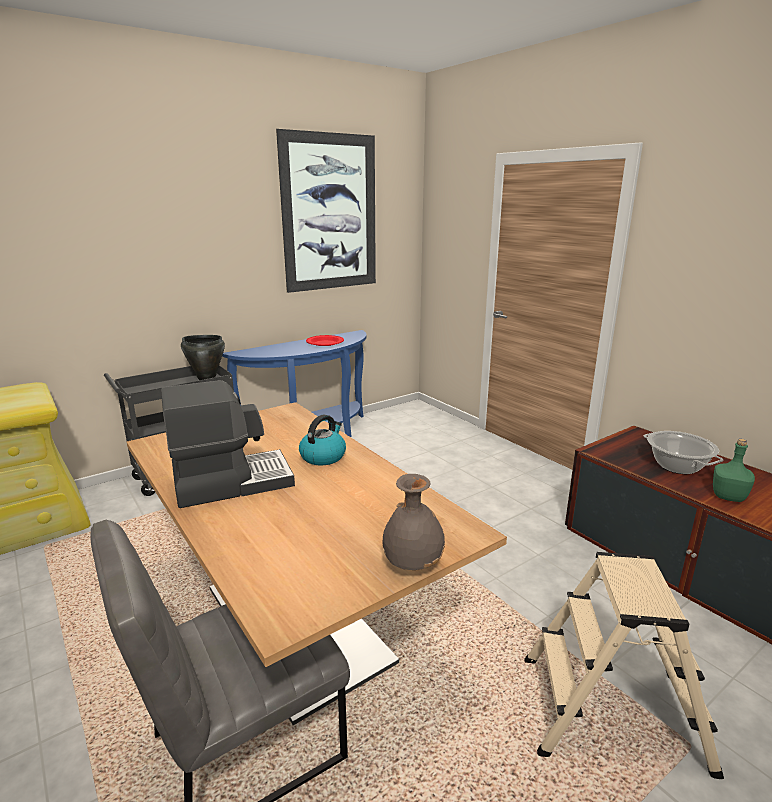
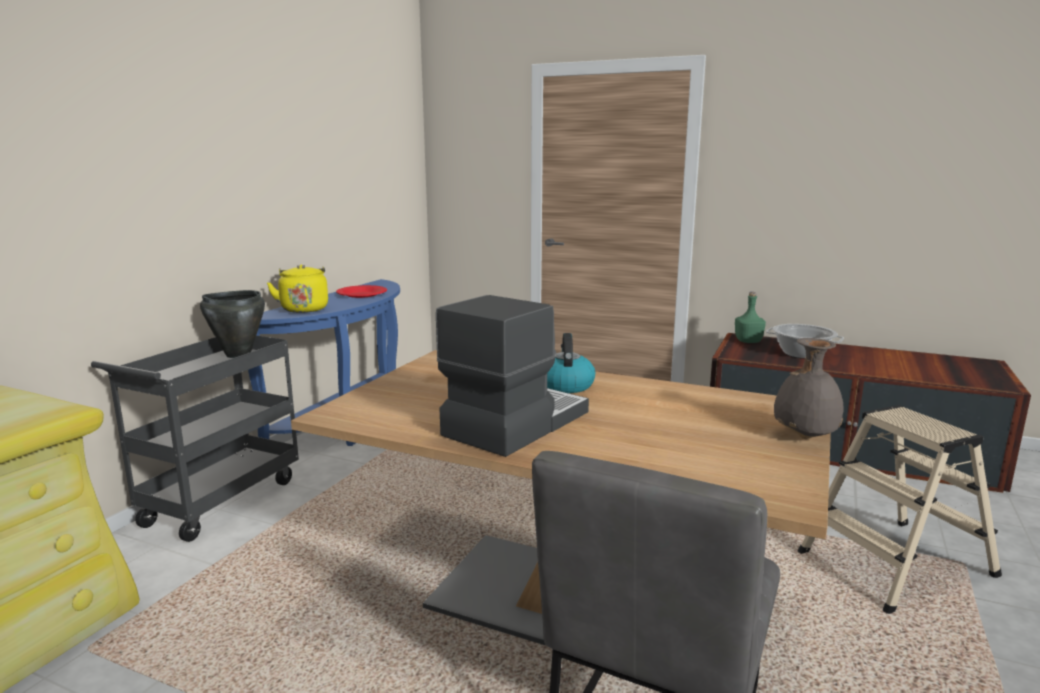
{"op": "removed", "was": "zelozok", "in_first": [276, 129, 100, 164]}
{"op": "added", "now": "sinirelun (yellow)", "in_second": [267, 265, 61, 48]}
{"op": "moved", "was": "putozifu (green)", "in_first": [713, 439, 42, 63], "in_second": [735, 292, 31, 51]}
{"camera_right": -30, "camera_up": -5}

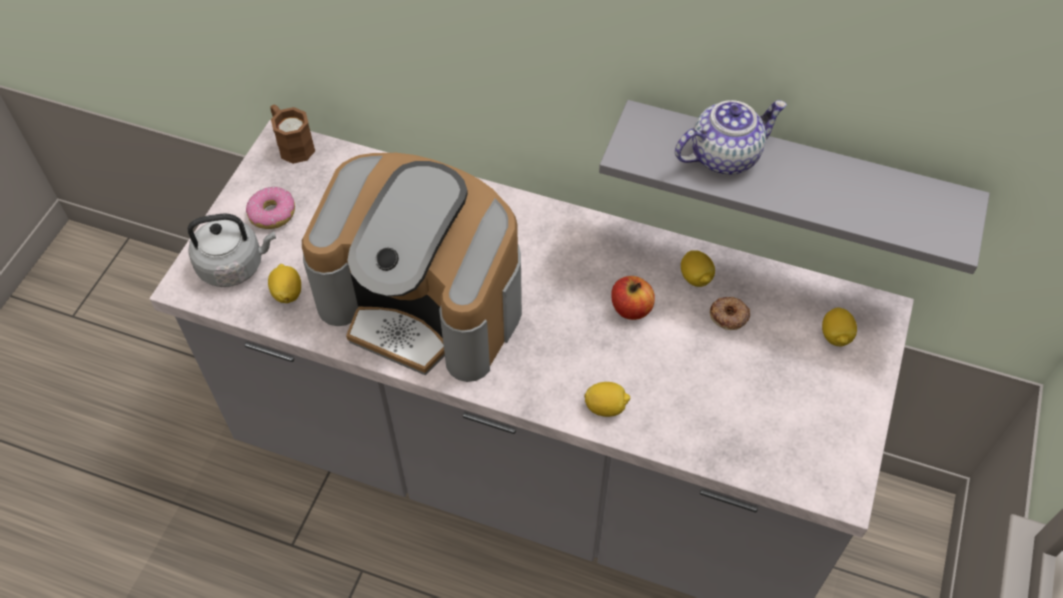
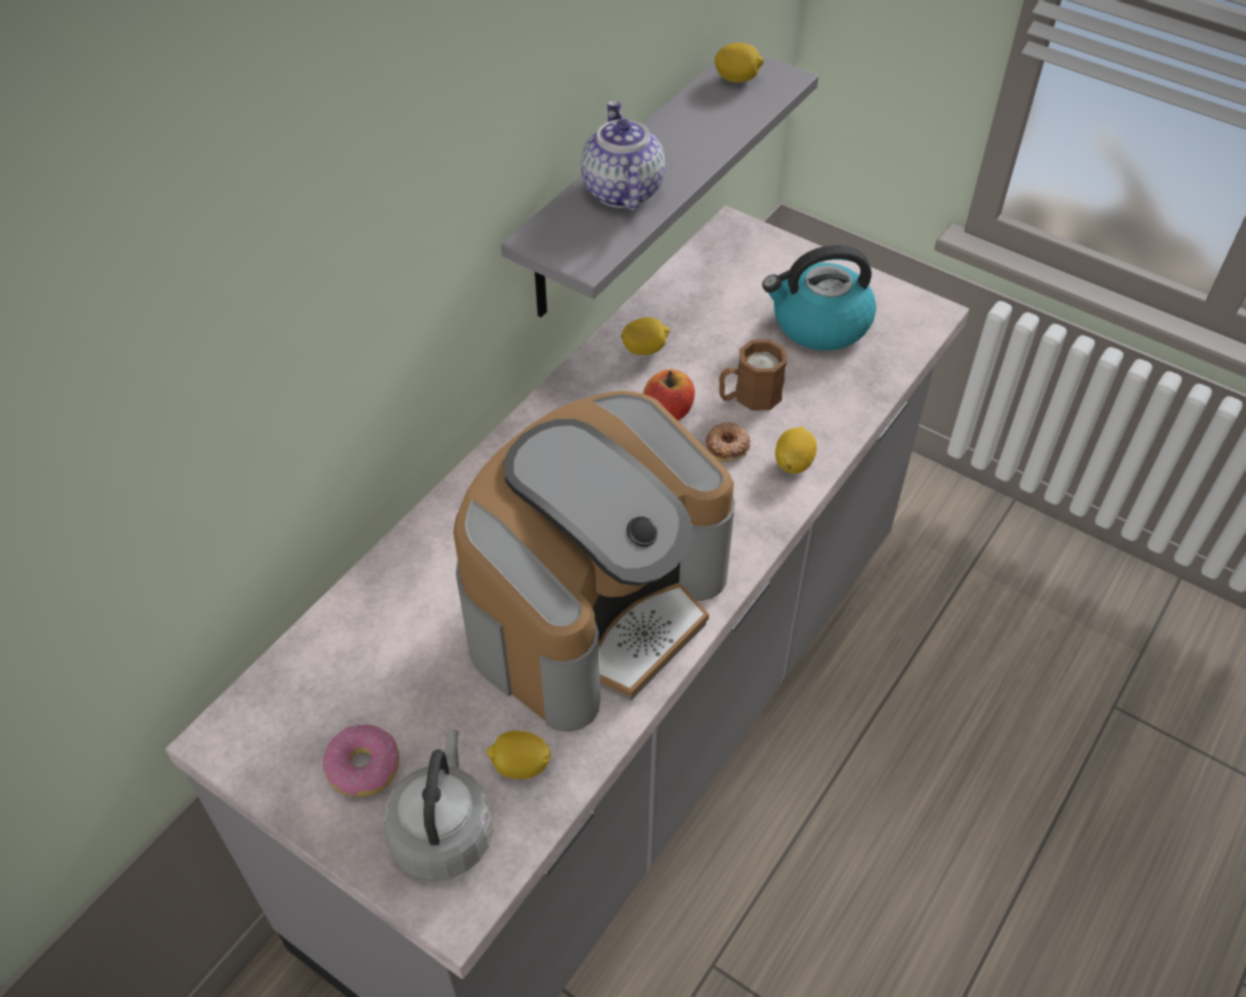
{"op": "added", "now": "sinirelun", "in_second": [762, 245, 114, 106]}
{"op": "moved", "was": "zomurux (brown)", "in_first": [270, 104, 45, 60], "in_second": [719, 339, 68, 72]}
{"op": "moved", "was": "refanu", "in_first": [710, 297, 40, 33], "in_second": [706, 422, 45, 40]}
{"op": "moved", "was": "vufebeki", "in_first": [822, 307, 35, 39], "in_second": [715, 43, 49, 40]}
{"camera_right": -75, "camera_up": -5}

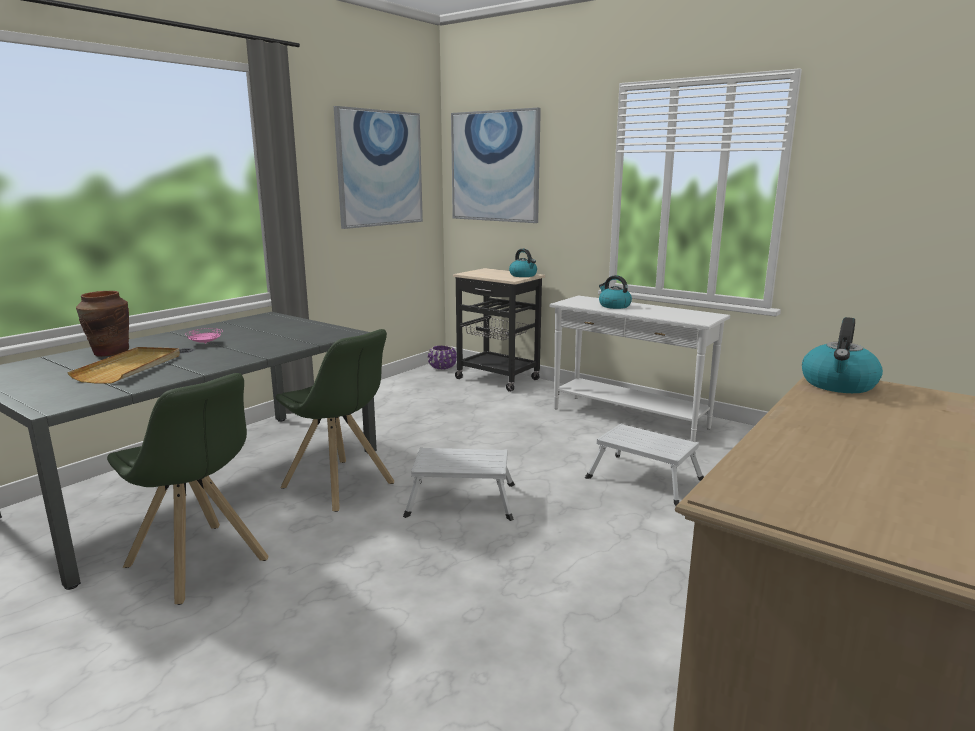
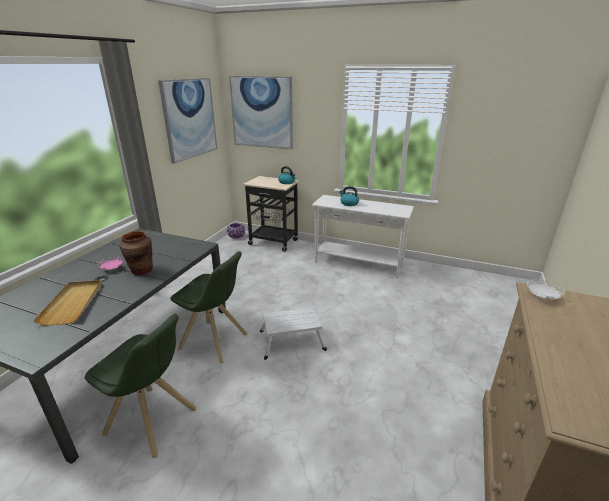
{"op": "removed", "was": "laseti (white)", "in_first": [585, 423, 119, 83]}
{"op": "moved", "was": "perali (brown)", "in_first": [76, 291, 53, 66], "in_second": [119, 231, 34, 44]}
{"op": "replaced", "was": "sinirelun", "now": "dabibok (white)", "in_first": [802, 317, 81, 76], "in_second": [527, 279, 38, 20]}
{"camera_right": -15, "camera_up": 10}

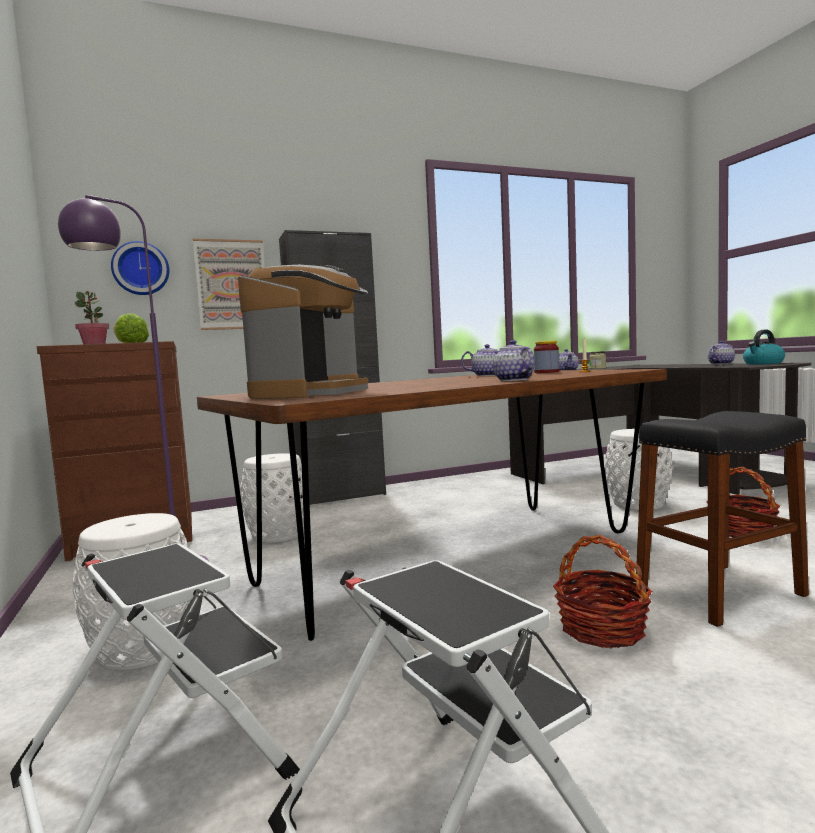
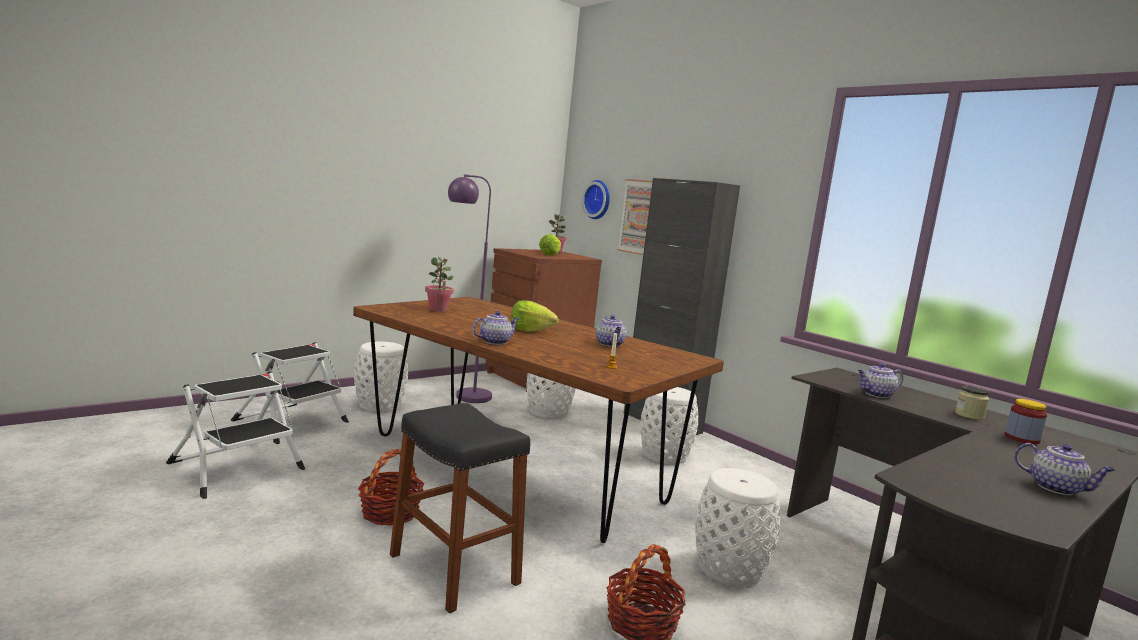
{"op": "removed", "was": "sinirelun", "in_first": [743, 330, 42, 35]}
{"op": "added", "now": "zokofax", "in_second": [510, 300, 49, 32]}
{"op": "added", "now": "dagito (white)", "in_second": [640, 387, 58, 78]}
{"op": "moved", "was": "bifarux", "in_first": [534, 341, 25, 32], "in_second": [1005, 399, 42, 45]}
{"op": "replaced", "was": "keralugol", "now": "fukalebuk", "in_first": [238, 265, 130, 134], "in_second": [425, 257, 29, 55]}
{"camera_right": 70, "camera_up": 5}

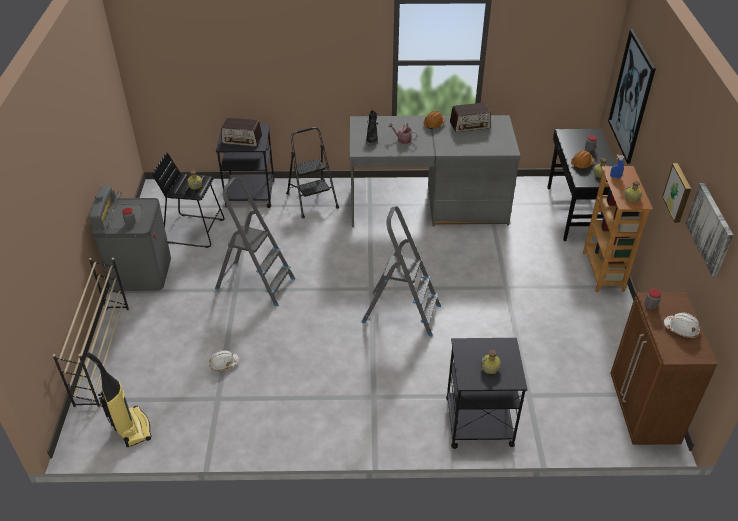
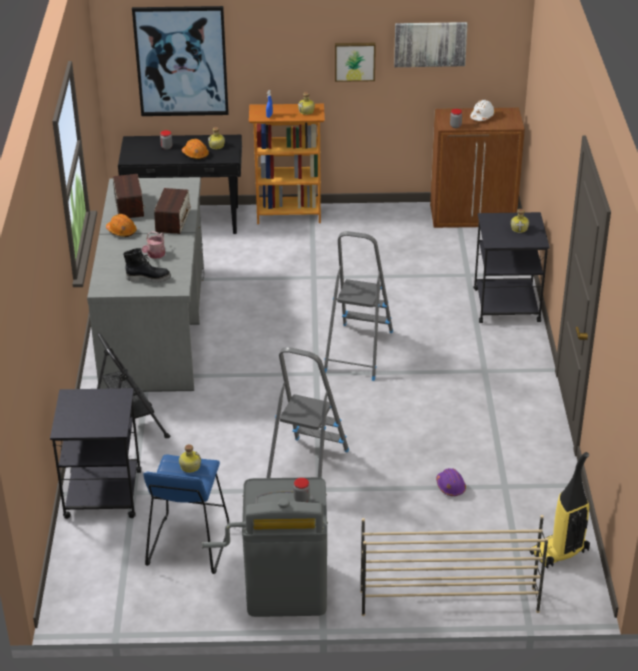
{"op": "moved", "was": "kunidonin", "in_first": [221, 118, 41, 29], "in_second": [154, 188, 37, 46]}
{"op": "recoloured", "was": "dagito (black)", "now": "dagito (blue)", "in_first": [152, 152, 72, 96], "in_second": [143, 454, 86, 120]}
{"op": "recoloured", "was": "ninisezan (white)", "now": "ninisezan (purple)", "in_first": [209, 350, 30, 21], "in_second": [436, 468, 30, 28]}
{"camera_right": -90, "camera_up": -5}

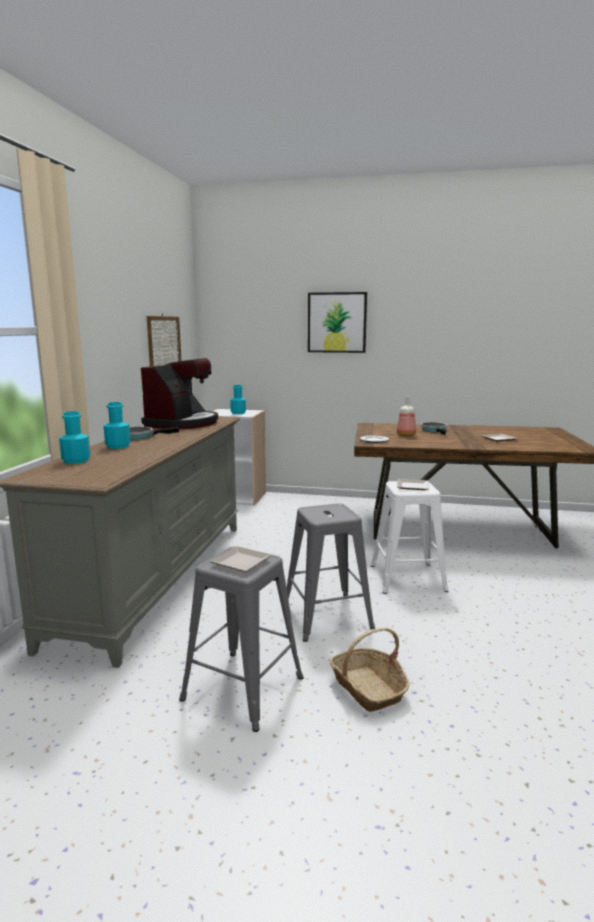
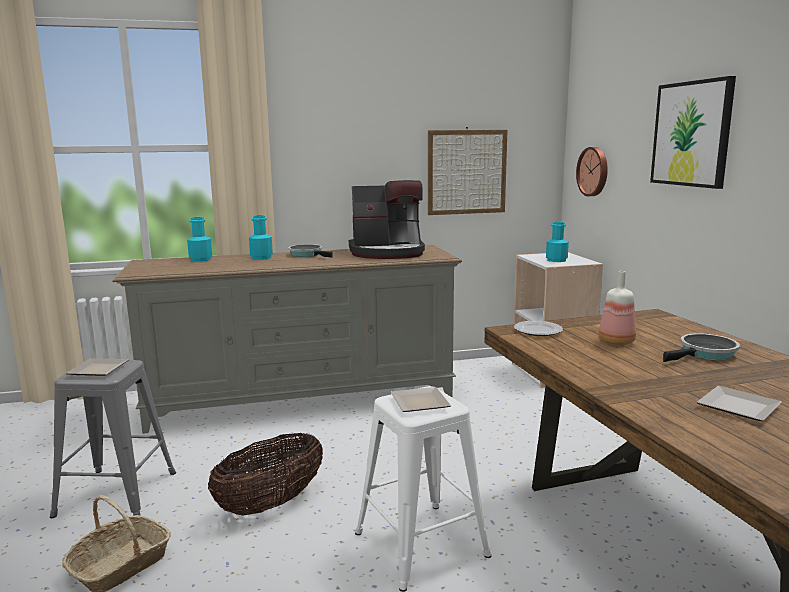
{"op": "added", "now": "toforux", "in_second": [576, 147, 32, 49]}
{"op": "replaced", "was": "dagito (grey)", "now": "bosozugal", "in_first": [287, 503, 88, 139], "in_second": [208, 433, 115, 83]}
{"camera_right": 65, "camera_up": 0}

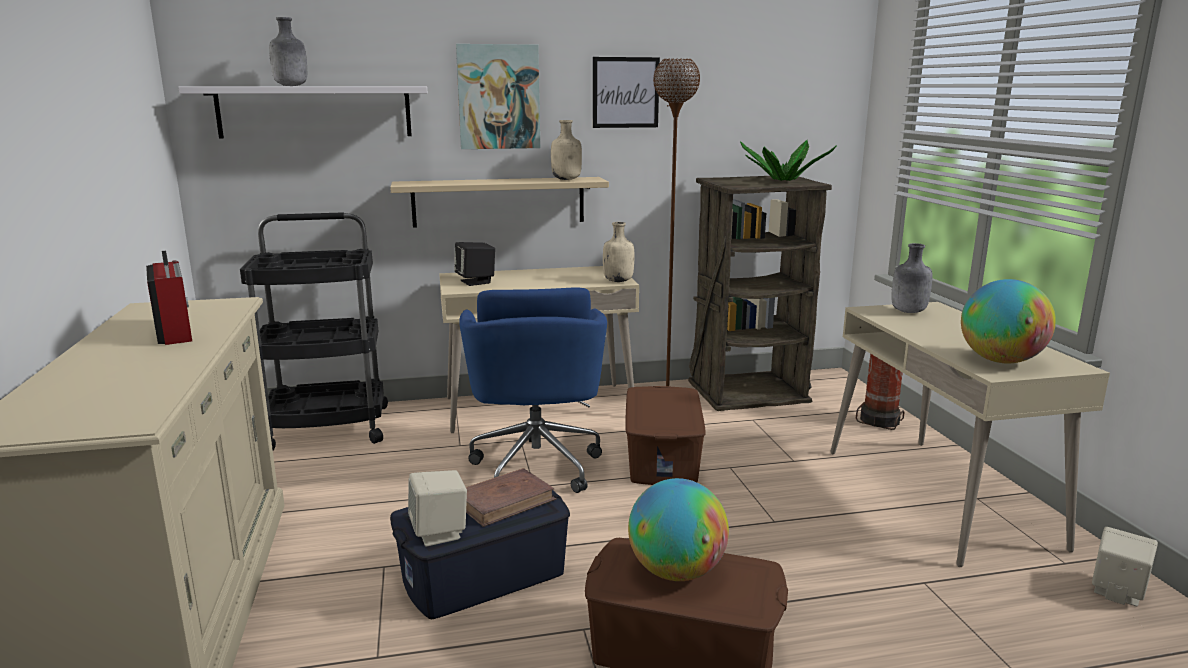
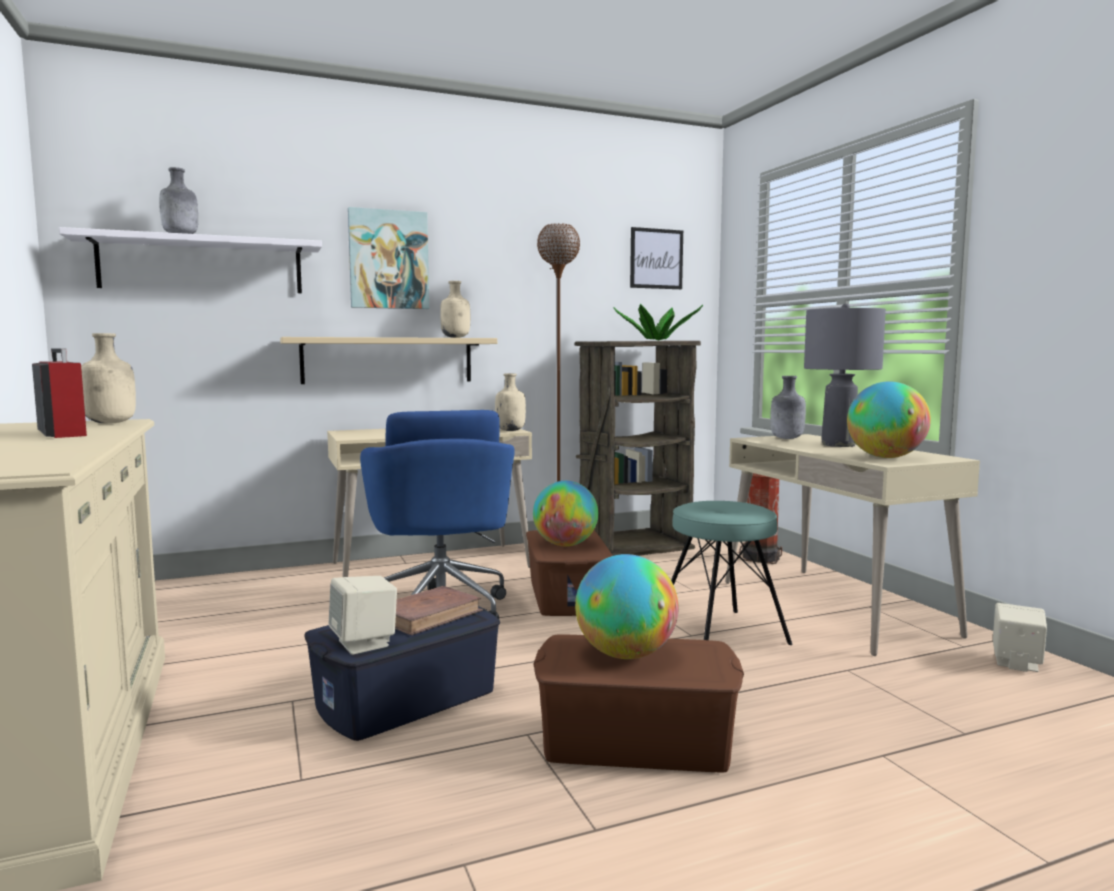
{"op": "removed", "was": "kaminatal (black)", "in_first": [240, 212, 148, 238]}
{"op": "removed", "was": "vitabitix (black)", "in_first": [454, 242, 41, 44]}
{"op": "added", "now": "putozifu (beige)", "in_second": [81, 333, 55, 91]}
{"op": "added", "now": "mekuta", "in_second": [533, 481, 65, 65]}
{"op": "added", "now": "dagito (turquoise)", "in_second": [671, 501, 122, 144]}
{"op": "added", "now": "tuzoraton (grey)", "in_second": [804, 304, 82, 143]}
{"op": "moved", "was": "zelozok", "in_first": [593, 57, 67, 71], "in_second": [630, 227, 53, 62]}
{"camera_right": -10, "camera_up": -10}

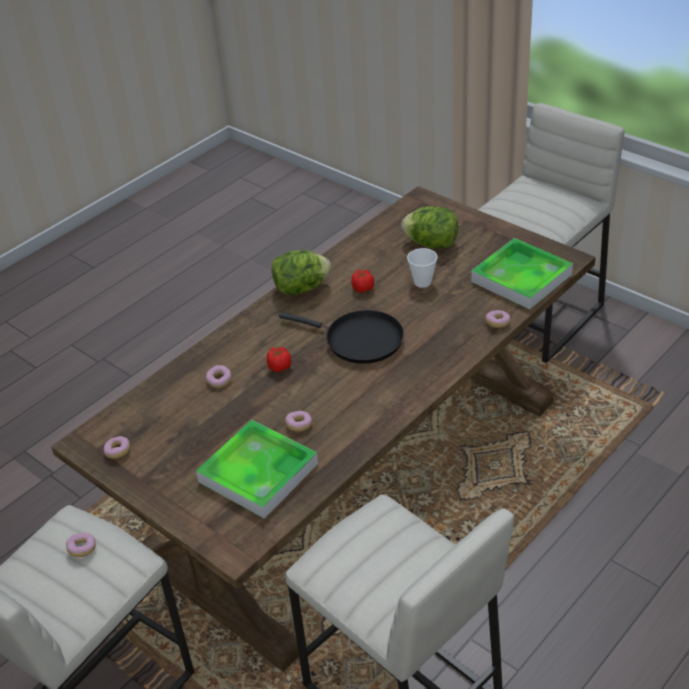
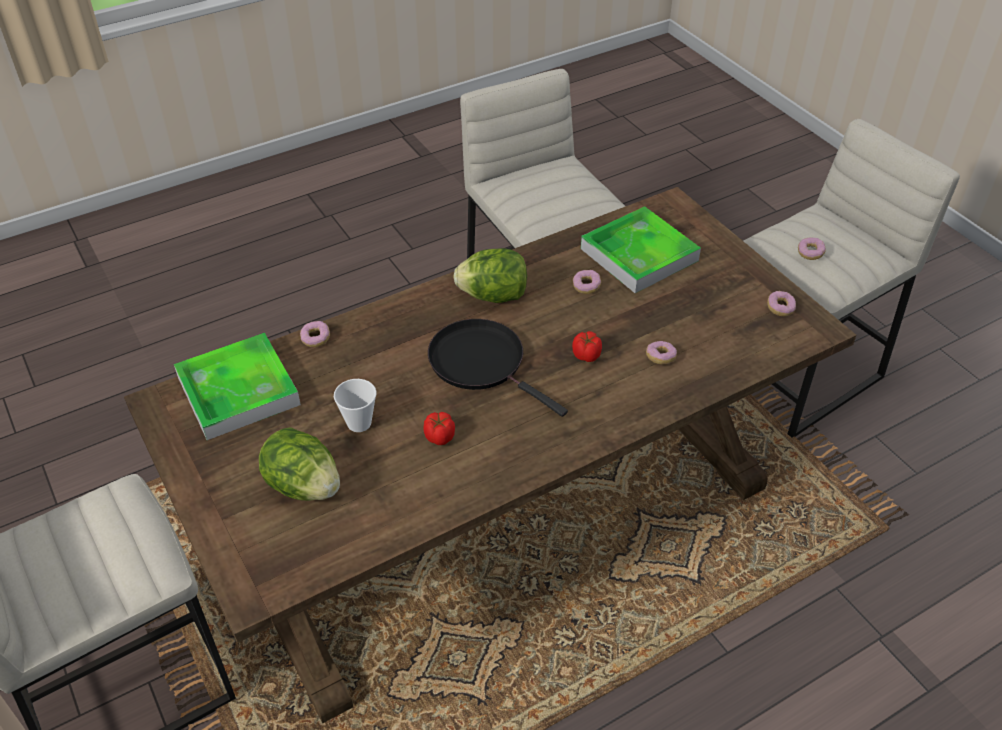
{"op": "moved", "was": "zokofax", "in_first": [272, 250, 59, 45], "in_second": [453, 248, 74, 55]}
{"camera_right": -165, "camera_up": 5}

